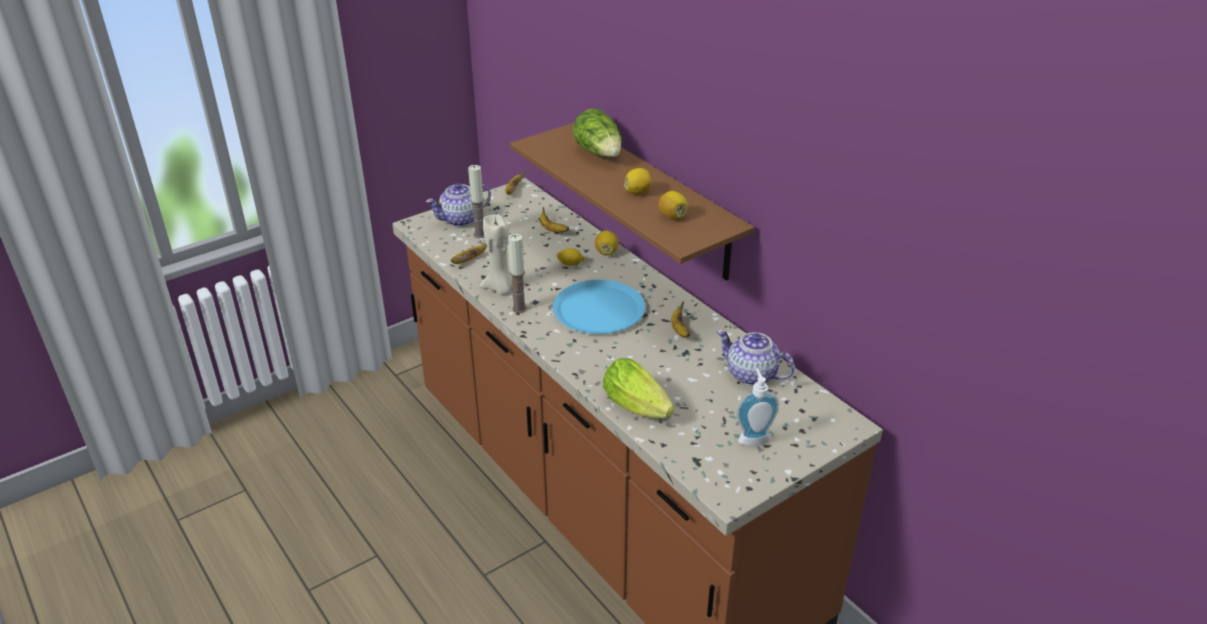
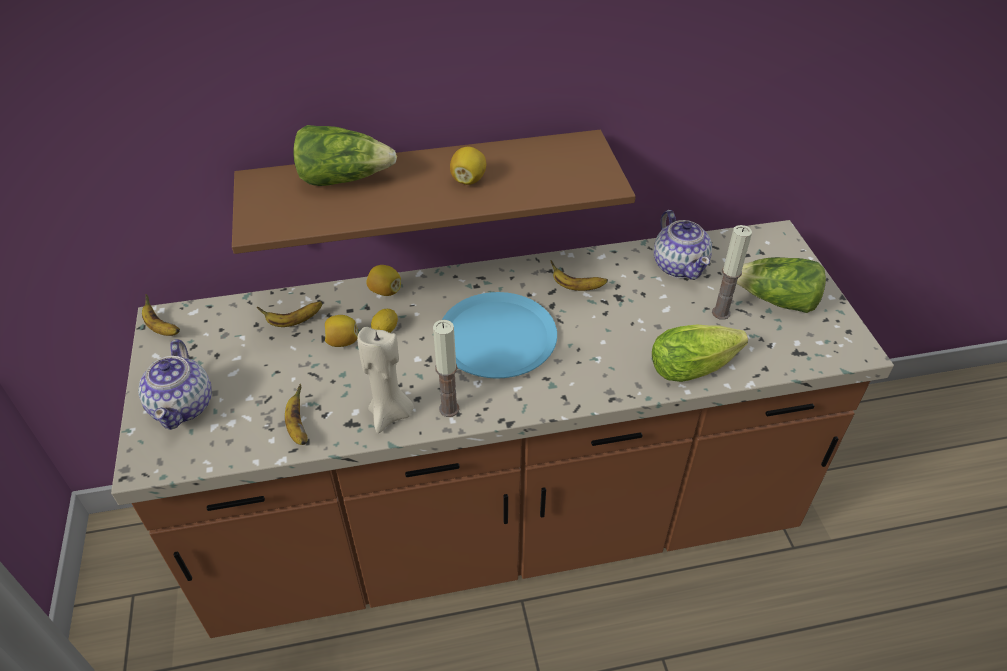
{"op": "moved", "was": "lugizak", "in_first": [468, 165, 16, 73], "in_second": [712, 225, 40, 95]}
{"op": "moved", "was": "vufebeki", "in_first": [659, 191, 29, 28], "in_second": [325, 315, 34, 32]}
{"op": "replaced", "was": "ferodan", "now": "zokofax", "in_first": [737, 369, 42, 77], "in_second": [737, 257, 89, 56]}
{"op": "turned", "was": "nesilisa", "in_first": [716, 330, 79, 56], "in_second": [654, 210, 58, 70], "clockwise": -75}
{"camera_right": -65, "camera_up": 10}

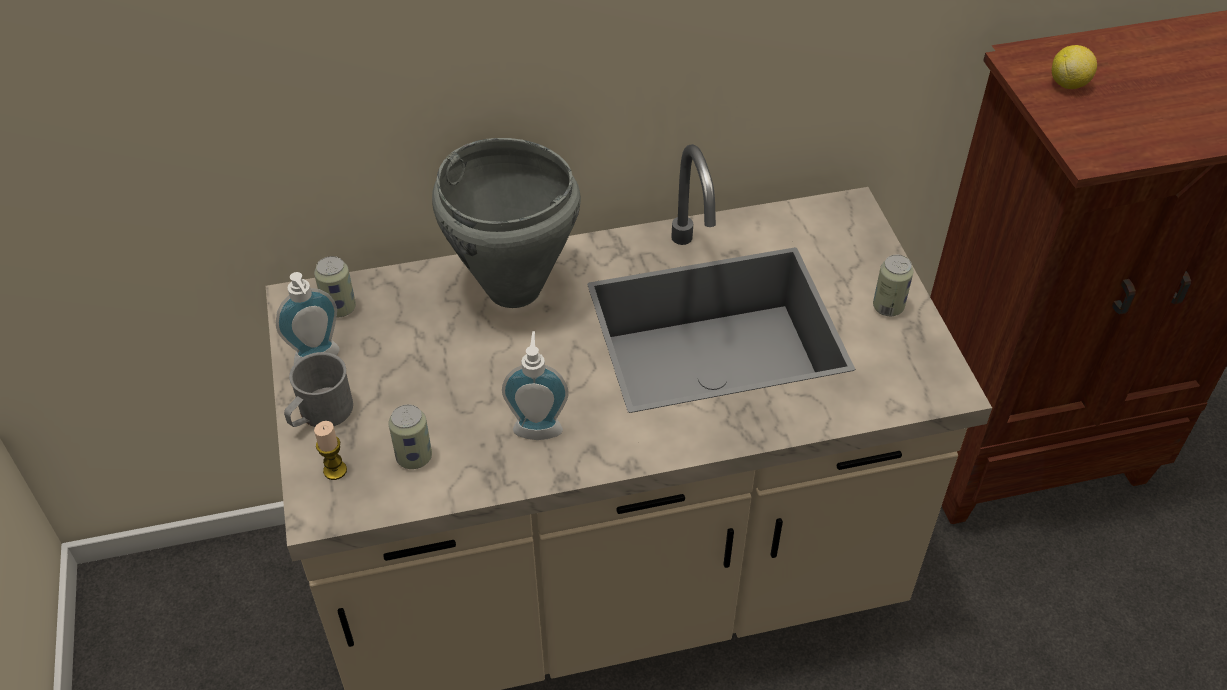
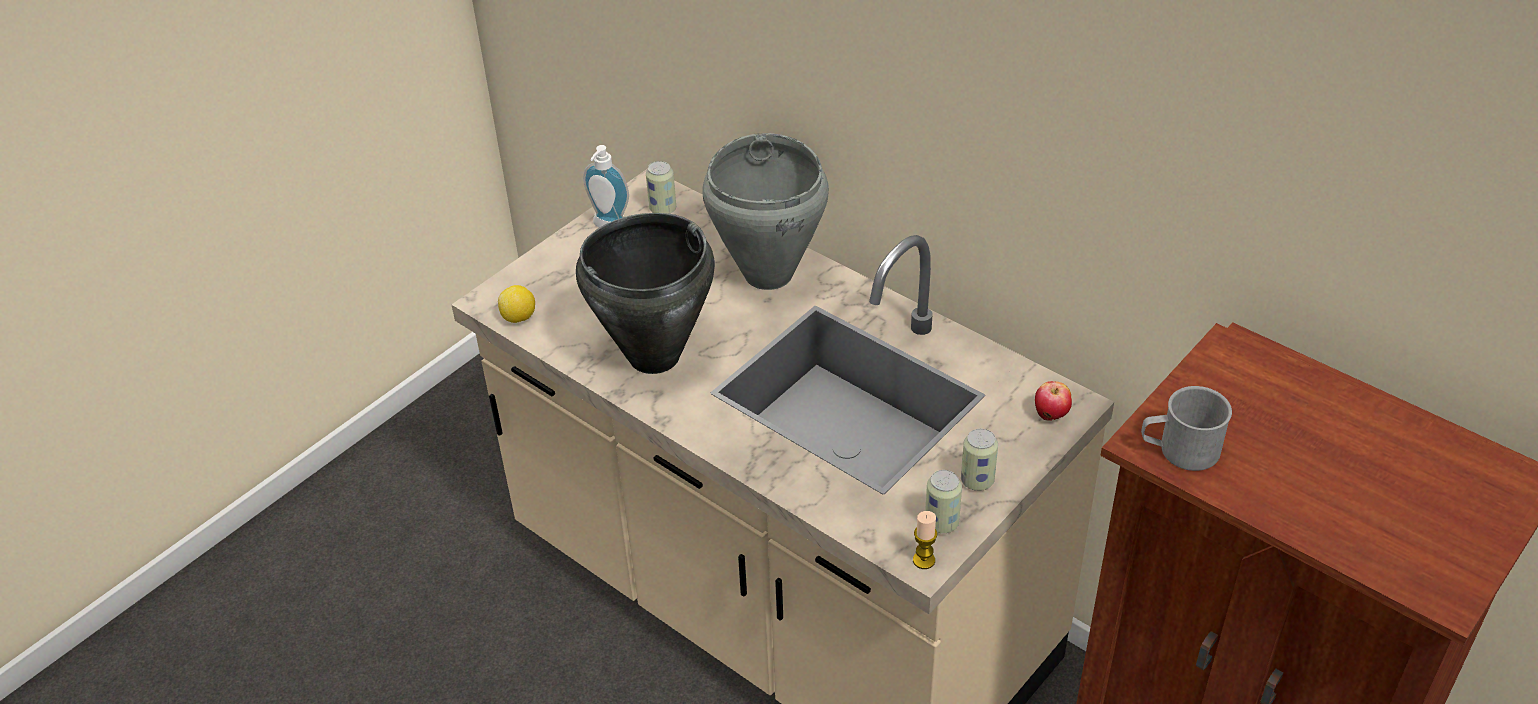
{"op": "added", "now": "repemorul", "in_second": [1035, 381, 37, 40]}
{"op": "moved", "was": "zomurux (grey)", "in_first": [284, 352, 69, 75], "in_second": [1141, 386, 91, 85]}
{"op": "moved", "was": "lugizak", "in_first": [314, 421, 33, 59], "in_second": [913, 511, 24, 58]}
{"op": "moved", "was": "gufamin", "in_first": [389, 404, 43, 65], "in_second": [925, 470, 37, 63]}
{"op": "moved", "was": "vufebeki", "in_first": [1052, 45, 45, 44], "in_second": [498, 285, 37, 38]}
{"op": "replaced", "was": "ferodan", "now": "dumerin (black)", "in_first": [502, 331, 67, 109], "in_second": [576, 213, 139, 161]}
{"camera_right": 55, "camera_up": -5}

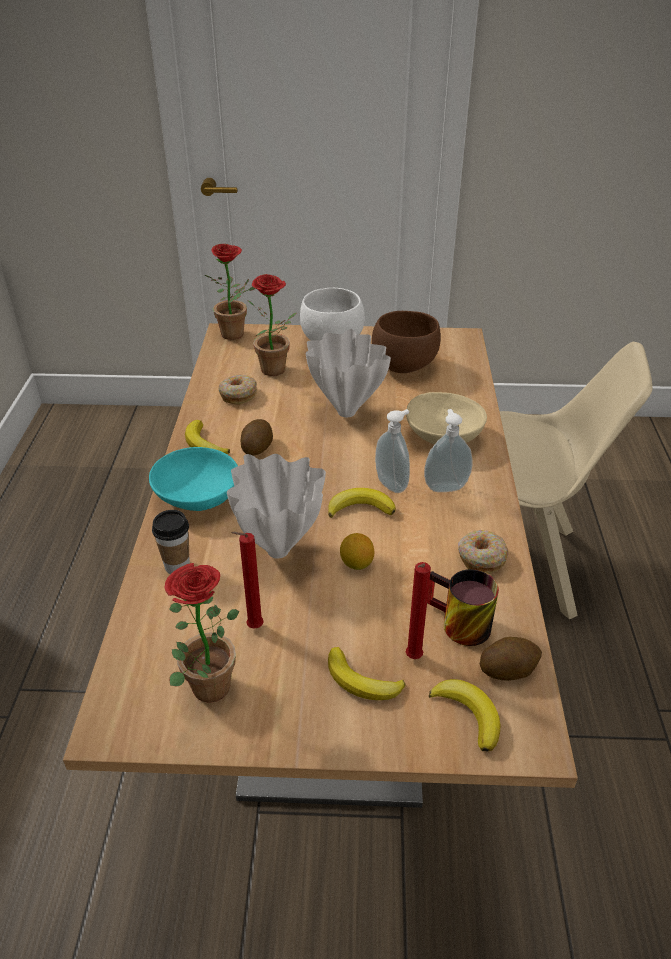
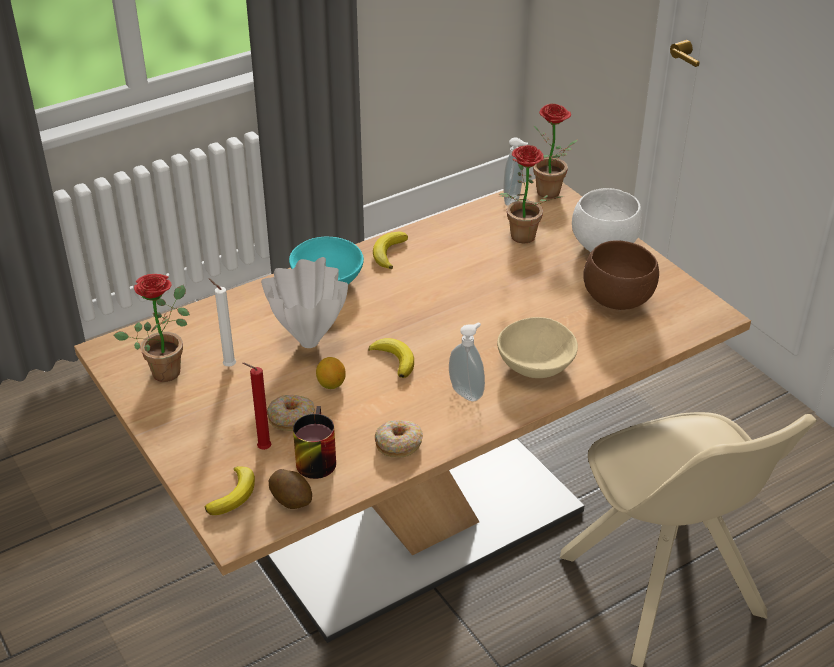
{"op": "removed", "was": "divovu", "in_first": [152, 510, 38, 64]}
{"op": "removed", "was": "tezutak", "in_first": [241, 419, 32, 37]}
{"op": "removed", "was": "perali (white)", "in_first": [306, 329, 85, 89]}
{"op": "removed", "was": "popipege", "in_first": [328, 647, 77, 53]}
{"op": "moved", "was": "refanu", "in_first": [219, 375, 38, 29], "in_second": [267, 395, 48, 36]}
{"op": "moved", "was": "ferodan", "in_first": [375, 409, 35, 84], "in_second": [504, 137, 24, 69]}
{"op": "recoloured", "was": "lugizak (red)", "now": "lugizak (white)", "in_first": [231, 532, 33, 97], "in_second": [209, 278, 27, 89]}
{"camera_right": 55, "camera_up": 0}

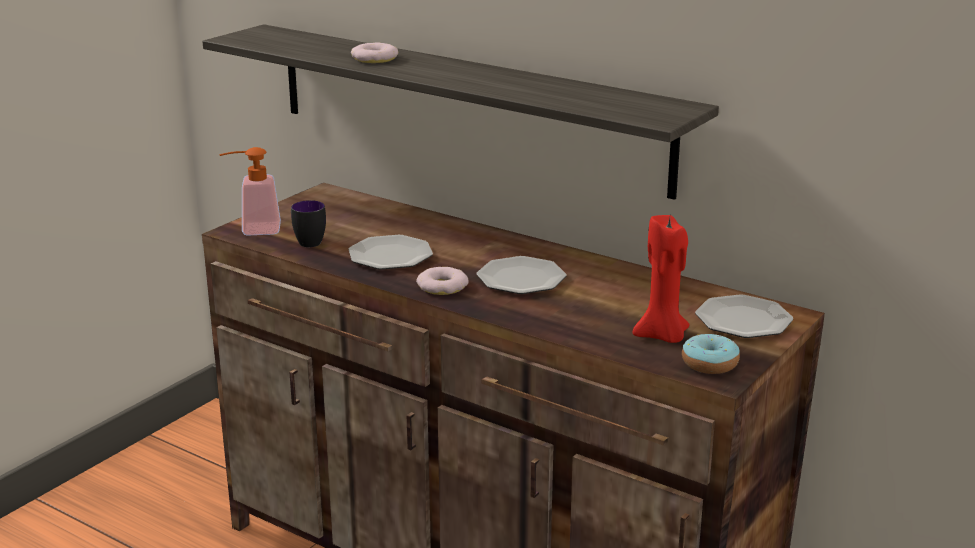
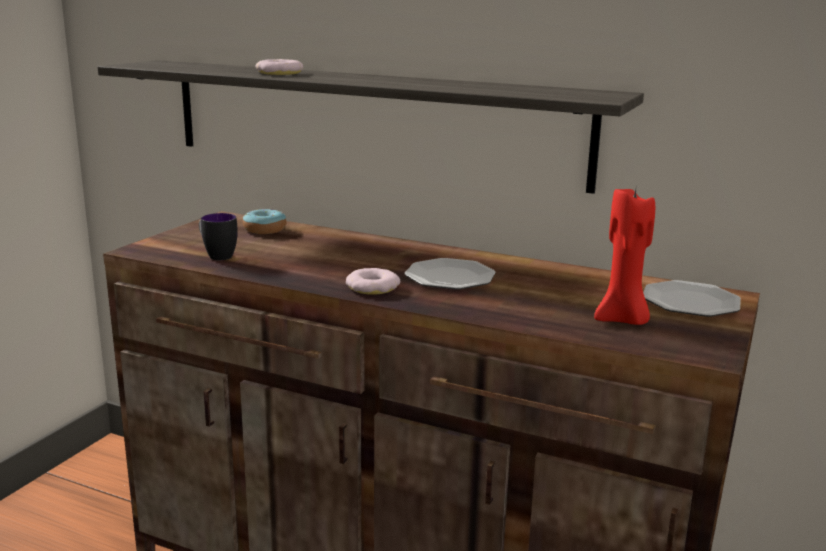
{"op": "removed", "was": "ferodan", "in_first": [219, 147, 62, 89]}
{"op": "removed", "was": "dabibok", "in_first": [348, 235, 85, 35]}
{"op": "moved", "was": "refanu", "in_first": [682, 334, 58, 40], "in_second": [243, 209, 43, 25]}
{"camera_right": -10, "camera_up": -5}

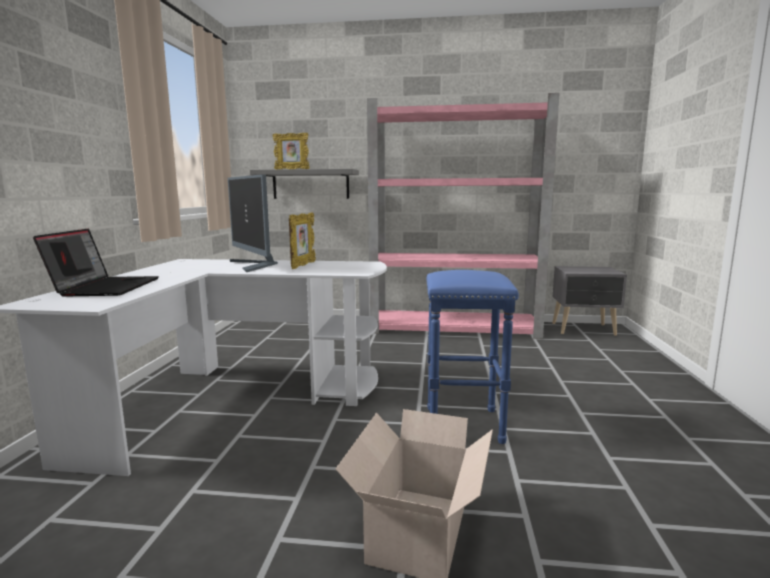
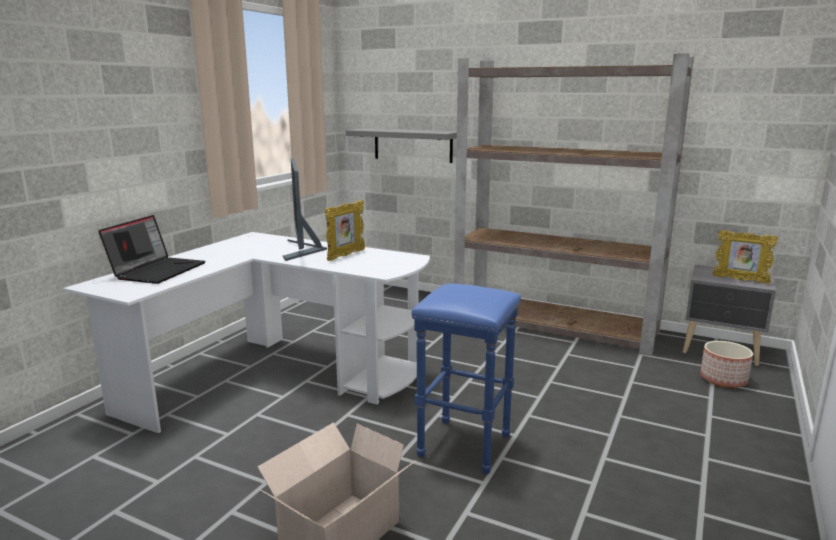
{"op": "added", "now": "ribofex", "in_second": [700, 341, 53, 47]}
{"op": "moved", "was": "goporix", "in_first": [272, 133, 38, 36], "in_second": [712, 230, 66, 54]}
{"op": "recoloured", "was": "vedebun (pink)", "now": "vedebun (brown)", "in_first": [367, 93, 192, 246], "in_second": [454, 53, 240, 303]}
{"camera_right": 20, "camera_up": 5}

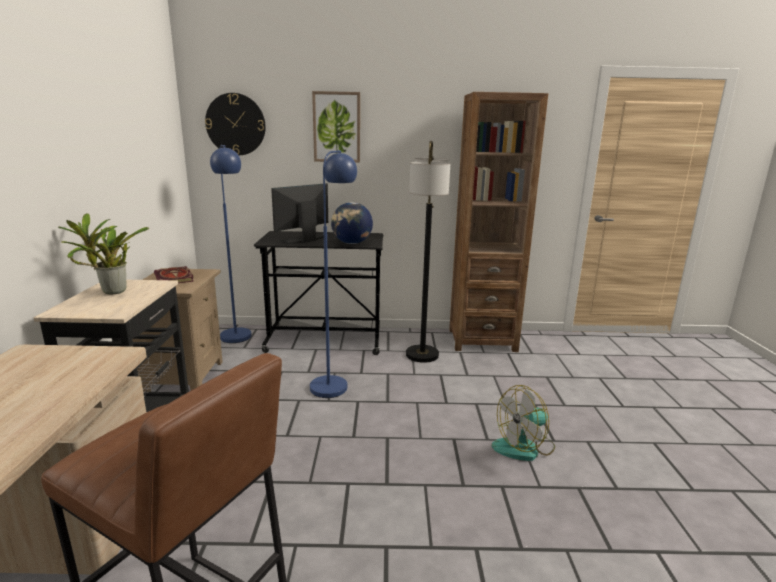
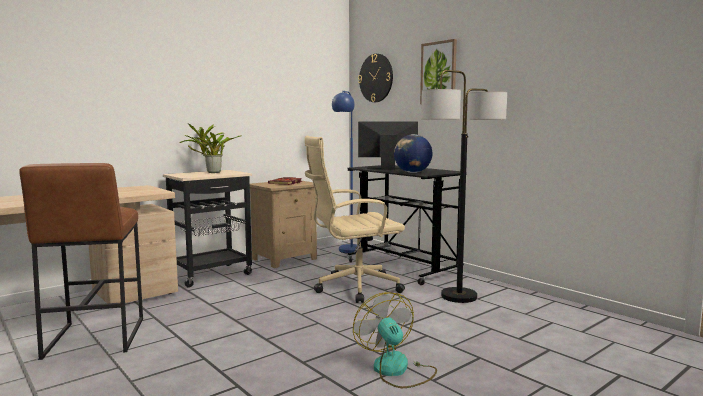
{"op": "removed", "was": "vedebun (brown)", "in_first": [449, 92, 99, 260]}
{"op": "replaced", "was": "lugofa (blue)", "now": "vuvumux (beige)", "in_first": [310, 150, 47, 248], "in_second": [305, 135, 100, 168]}
{"op": "turned", "was": "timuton", "in_first": [492, 385, 63, 76], "in_second": [353, 292, 84, 96], "clockwise": 45}
{"camera_right": 50, "camera_up": -10}

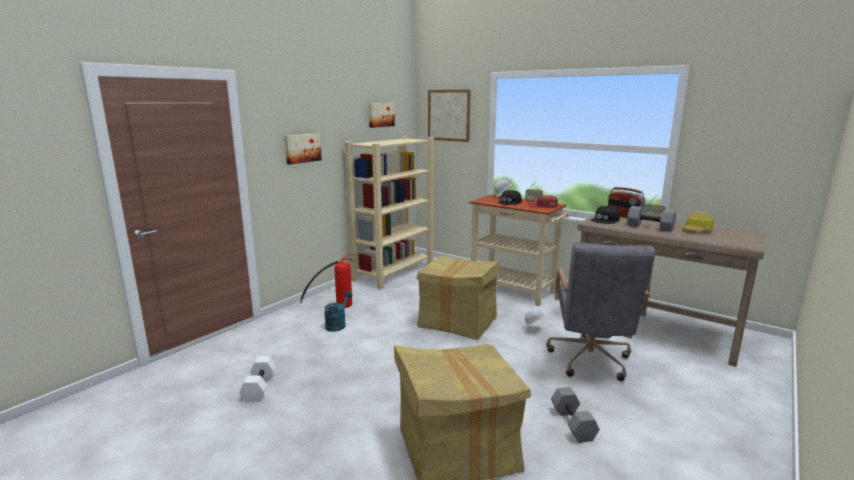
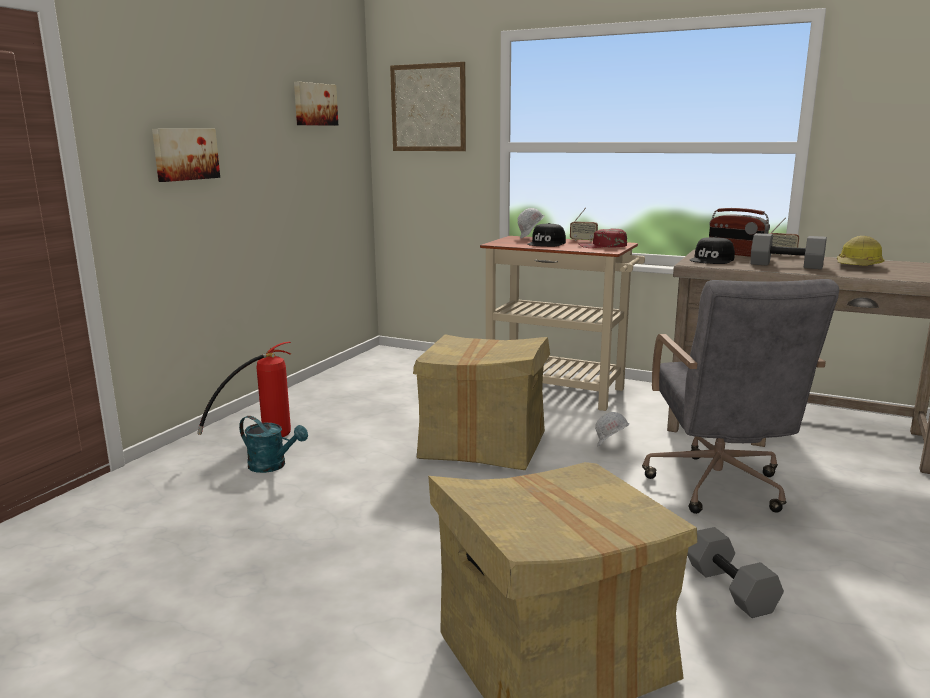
{"op": "removed", "was": "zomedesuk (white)", "in_first": [239, 356, 37, 46]}
{"op": "removed", "was": "vedebun (beige)", "in_first": [344, 136, 90, 153]}
{"op": "turned", "was": "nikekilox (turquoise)", "in_first": [324, 291, 29, 41], "in_second": [239, 416, 69, 57], "clockwise": 105}
{"camera_right": -10, "camera_up": 0}

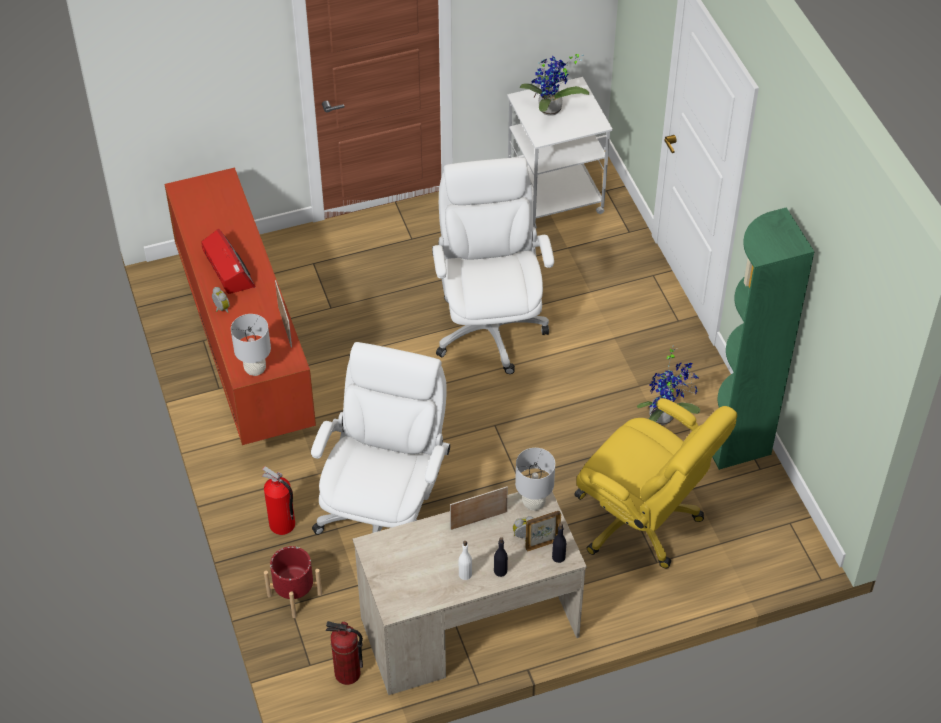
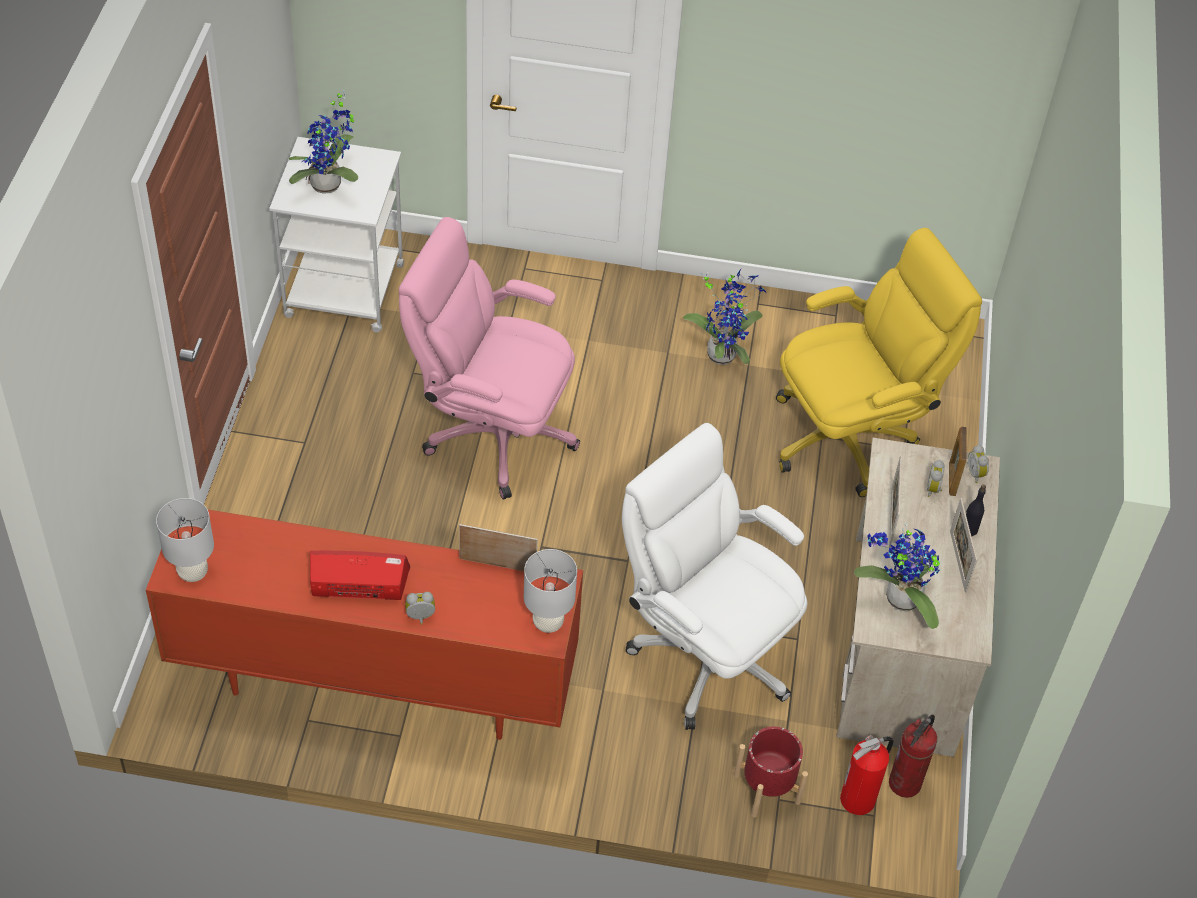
{"op": "removed", "was": "vedebun (green)", "in_first": [713, 207, 102, 263]}
{"op": "added", "now": "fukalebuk", "in_second": [854, 523, 86, 106]}
{"op": "moved", "was": "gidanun", "in_first": [262, 466, 33, 69], "in_second": [840, 735, 53, 80]}
{"op": "moved", "was": "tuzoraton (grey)", "in_first": [515, 448, 40, 63], "in_second": [156, 498, 58, 84]}
{"op": "replaced", "was": "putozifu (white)", "now": "goporix", "in_first": [459, 541, 13, 39], "in_second": [950, 498, 27, 95]}
{"op": "replaced", "was": "putozifu (black)", "now": "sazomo", "in_first": [552, 523, 14, 40], "in_second": [968, 445, 21, 38]}
{"op": "recoloured", "was": "vuvumux (white)", "now": "vuvumux (pink)", "in_first": [432, 157, 122, 217], "in_second": [399, 217, 181, 283]}
{"camera_right": -65, "camera_up": 0}

